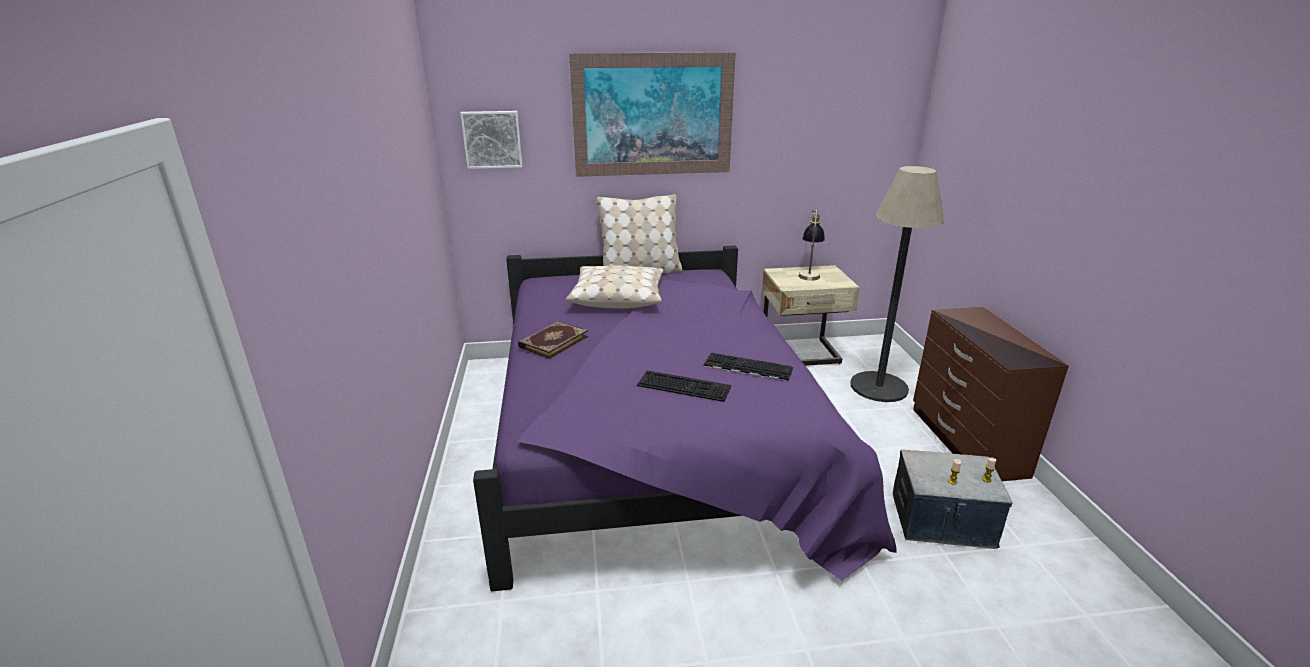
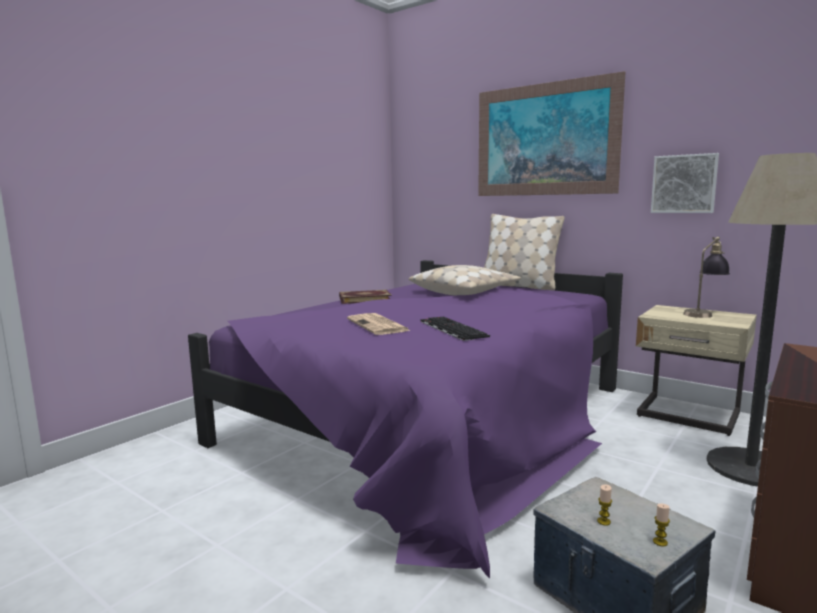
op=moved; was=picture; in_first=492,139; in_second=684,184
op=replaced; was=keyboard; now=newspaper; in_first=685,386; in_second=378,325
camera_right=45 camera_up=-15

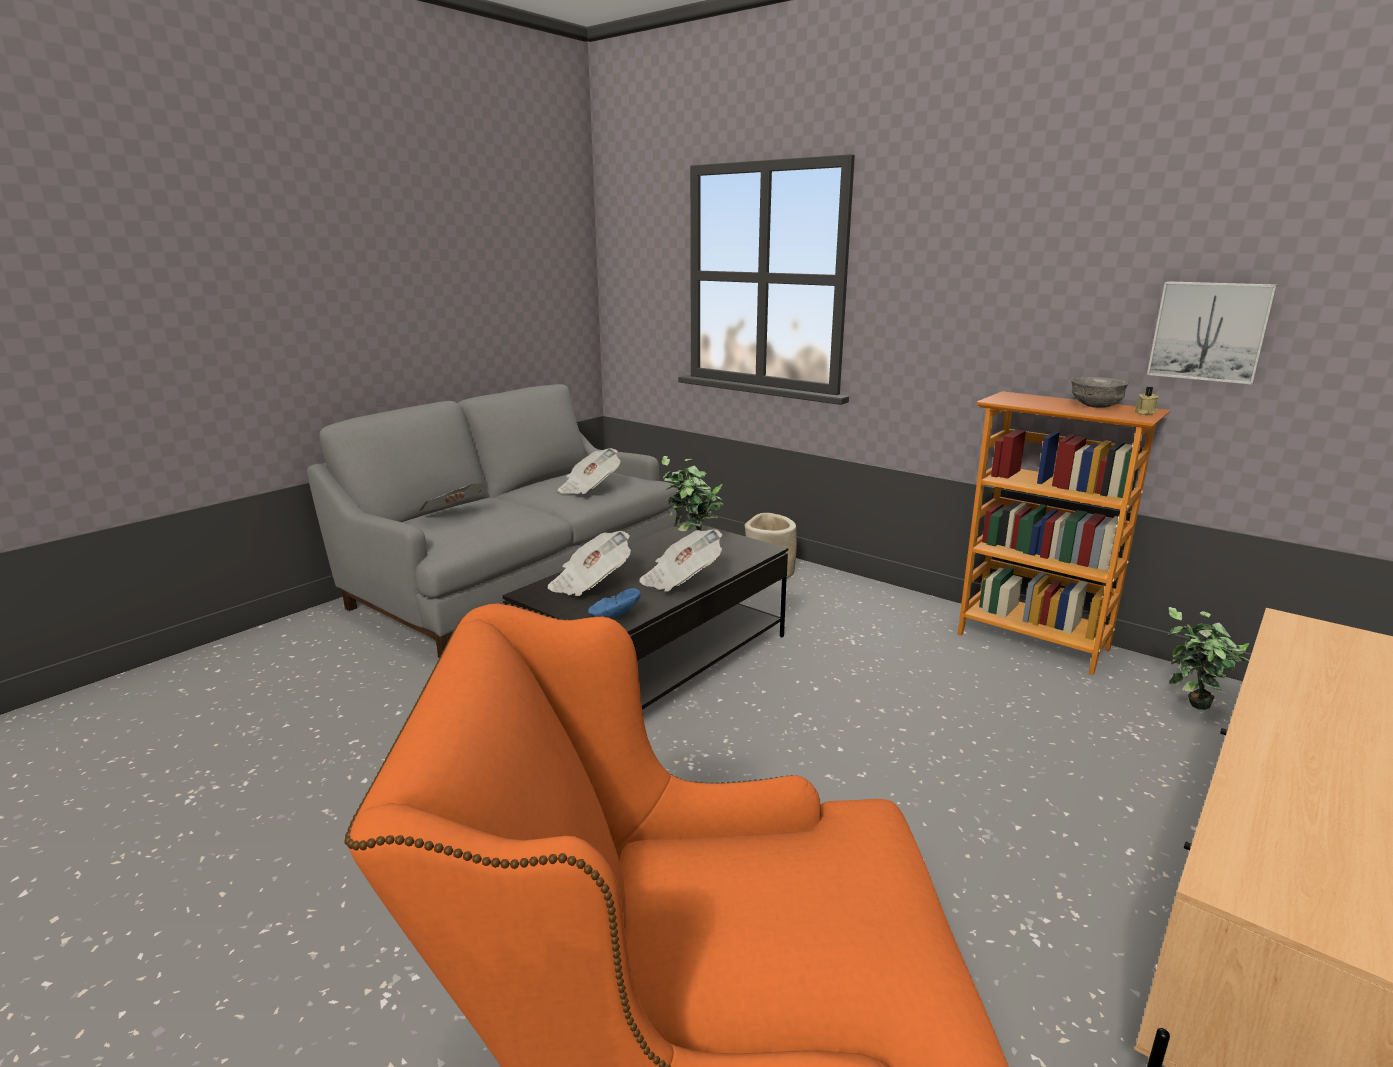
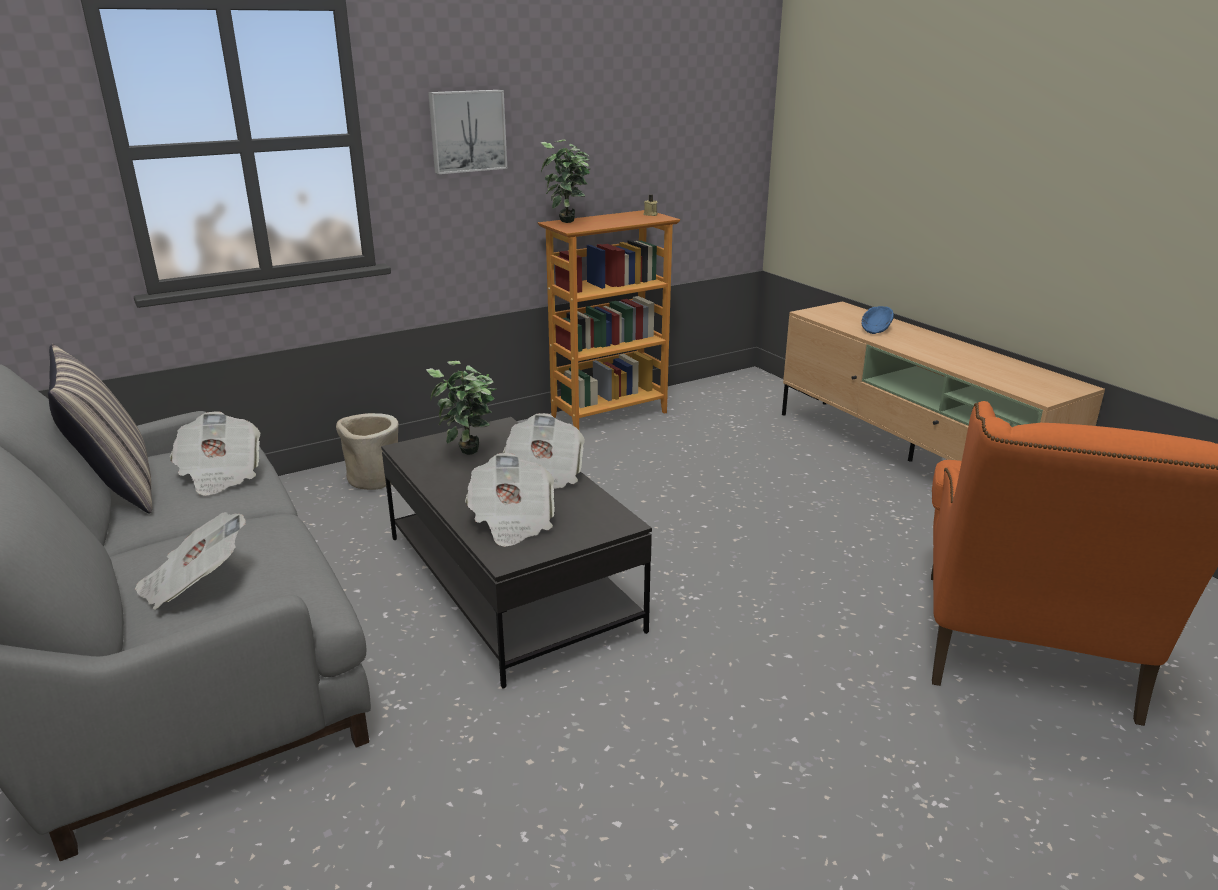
op=moved; was=bowl (blue); in_first=614,615; in_second=874,330
op=removed; was=bowl (grey); in_first=1096,405
op=moved; was=picture; in_first=1209,331; in_second=467,131
op=moved; was=potted plant; in_first=1190,709; in_second=568,223
op=added; now=pillow; in_second=117,488
camera_right=-70 camera_up=5

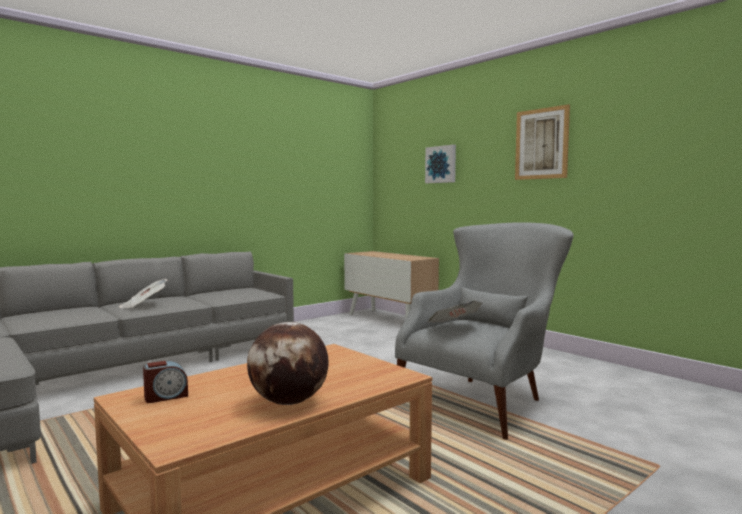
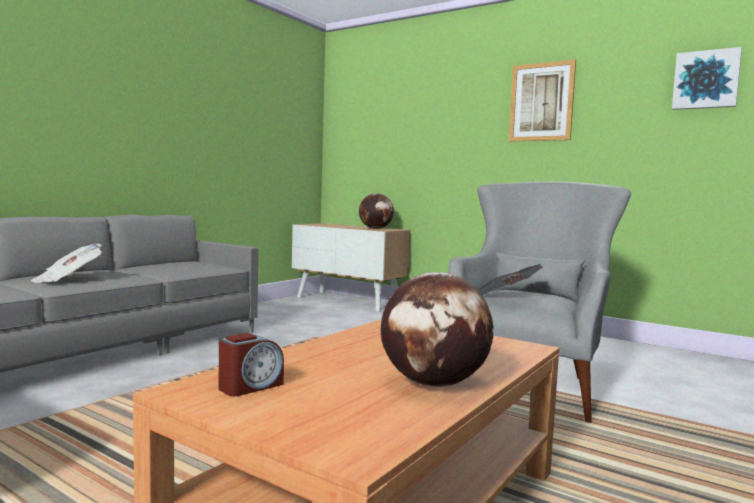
op=moved; was=picture; in_first=441,164; in_second=706,80
op=added; now=globe; in_second=376,229
camera_right=-15 camera_up=0

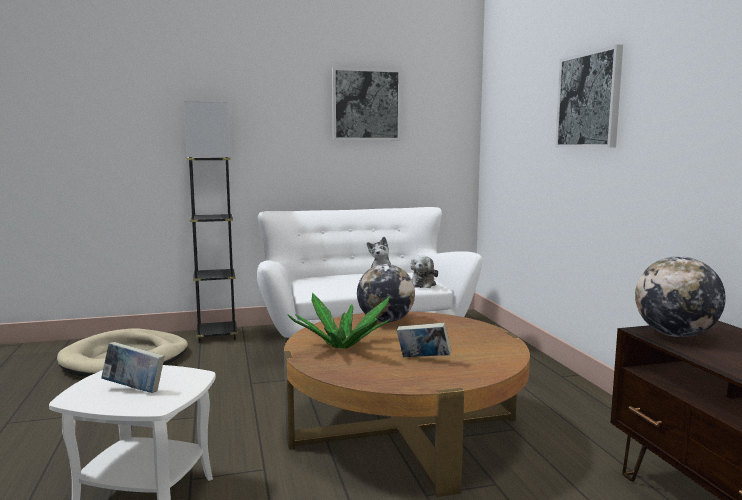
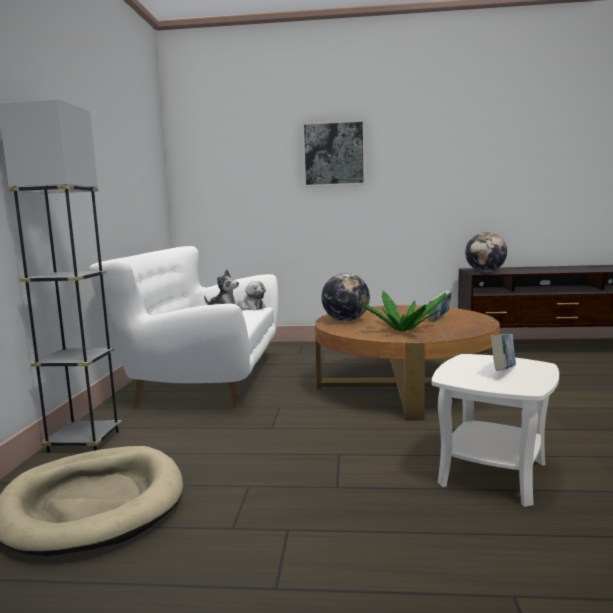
op=removed; was=picture; in_first=366,104
camera_right=-70 camera_up=0

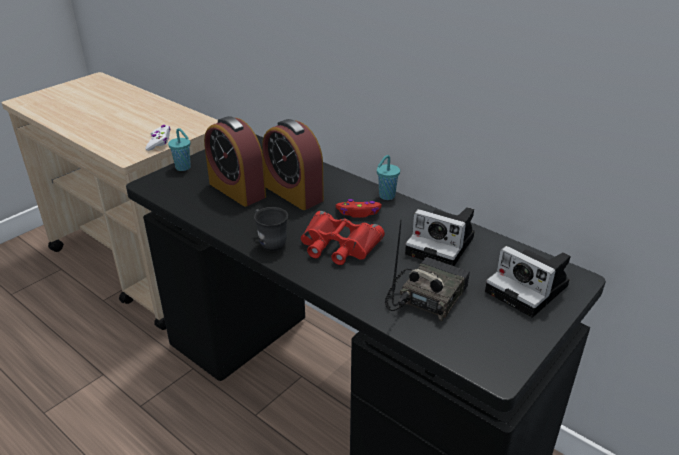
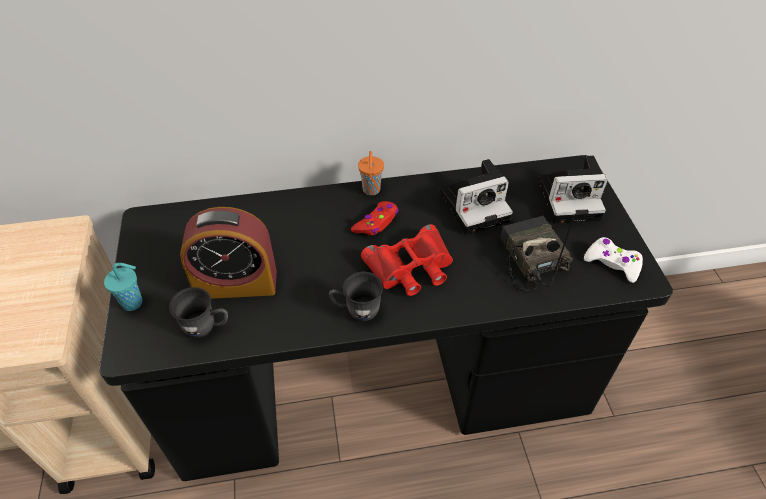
op=moved; was=game controller (white); in_first=159,142; in_second=612,263
op=removed; was=alarm clock; in_first=293,193
op=recoloured; was=cup (turquoise); now=cup (orange); in_first=386,196; in_second=371,190
op=added; now=mug (grey); in_second=207,328
camera_right=-50 camera_up=15

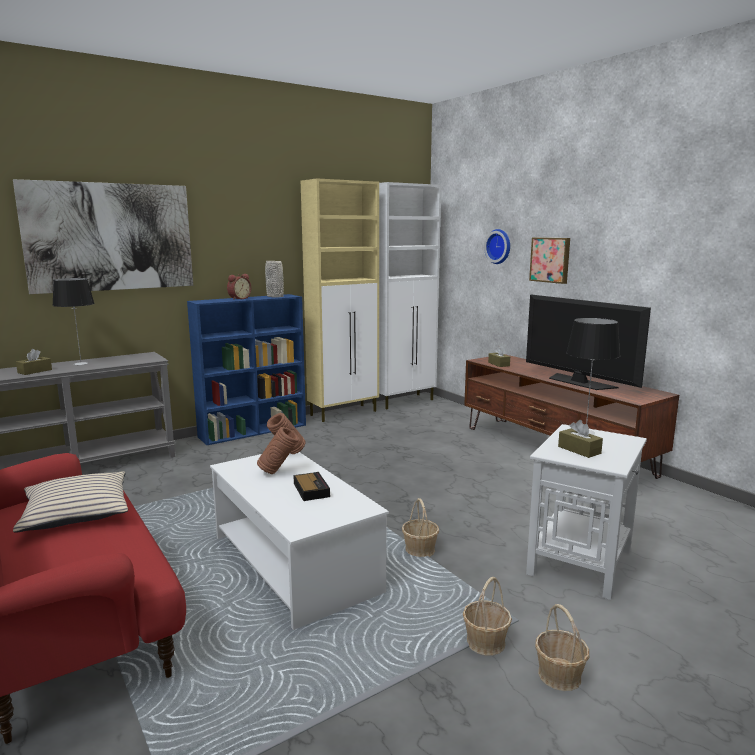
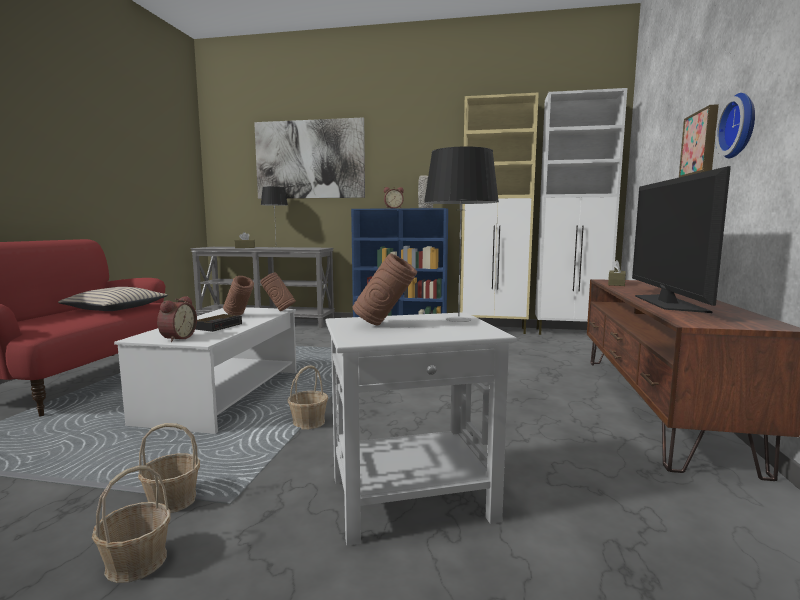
op=moved; was=wall clock; in_first=499,246; in_second=741,126
op=replaced; was=tissue box (brown); now=vase (brown); in_first=579,450; in_second=384,325
op=added; now=alarm clock; in_second=177,338
camera_right=45 camera_up=-5

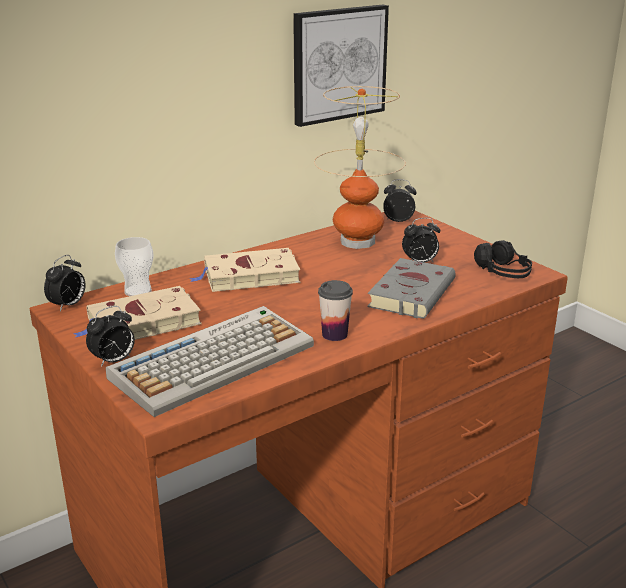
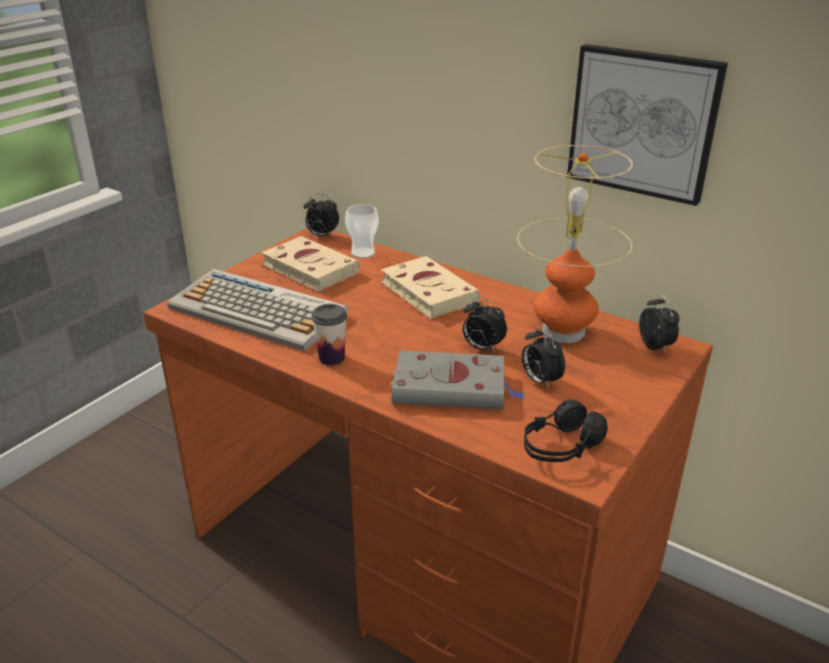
op=moved; was=alarm clock; in_first=114,361; in_second=482,348
camera_right=70 camera_up=5

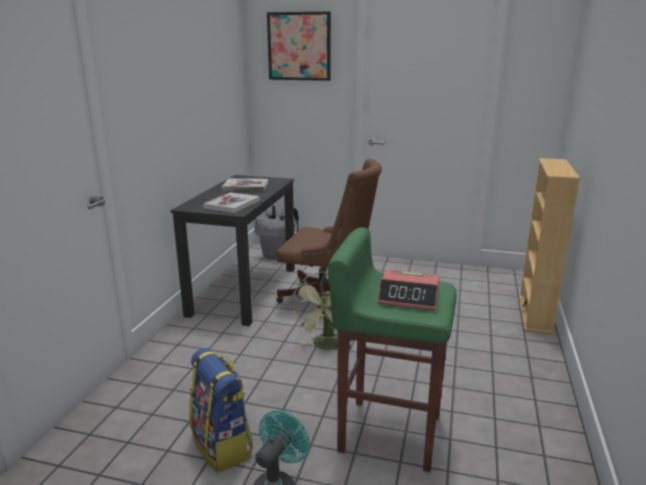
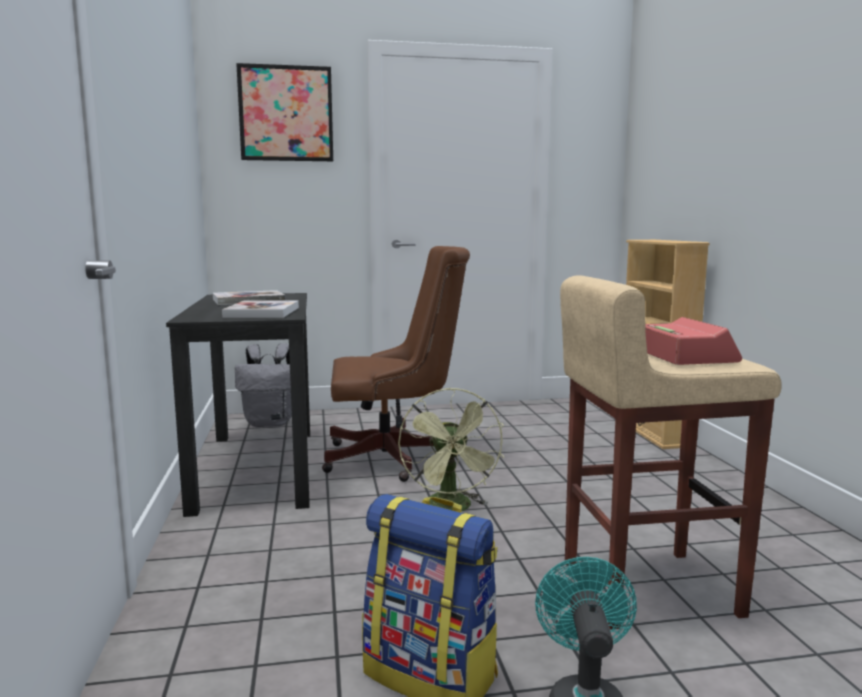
op=recoloured; was=stool (green); now=stool (beige); in_first=388,432; in_second=645,587
op=turned; was=alarm clock; in_first=409,298; in_second=685,356; clockwise=-90
camera_right=-25 camera_up=-10

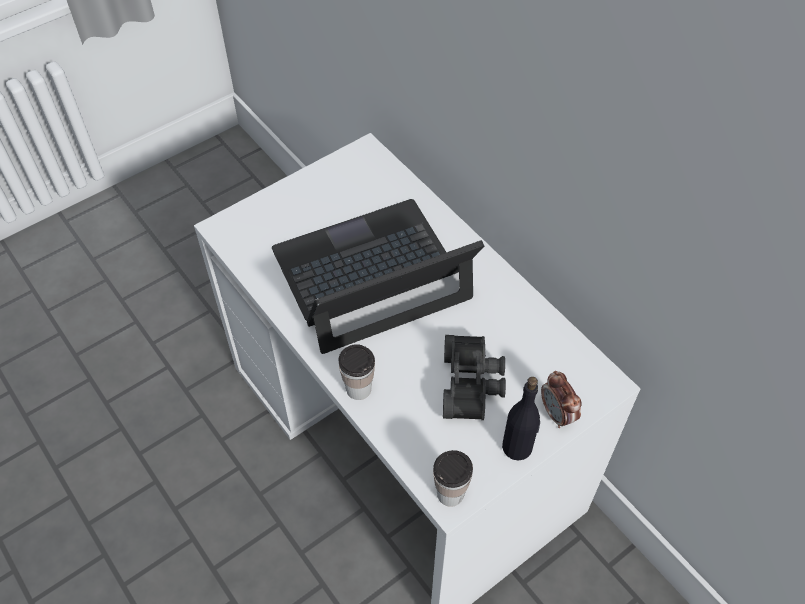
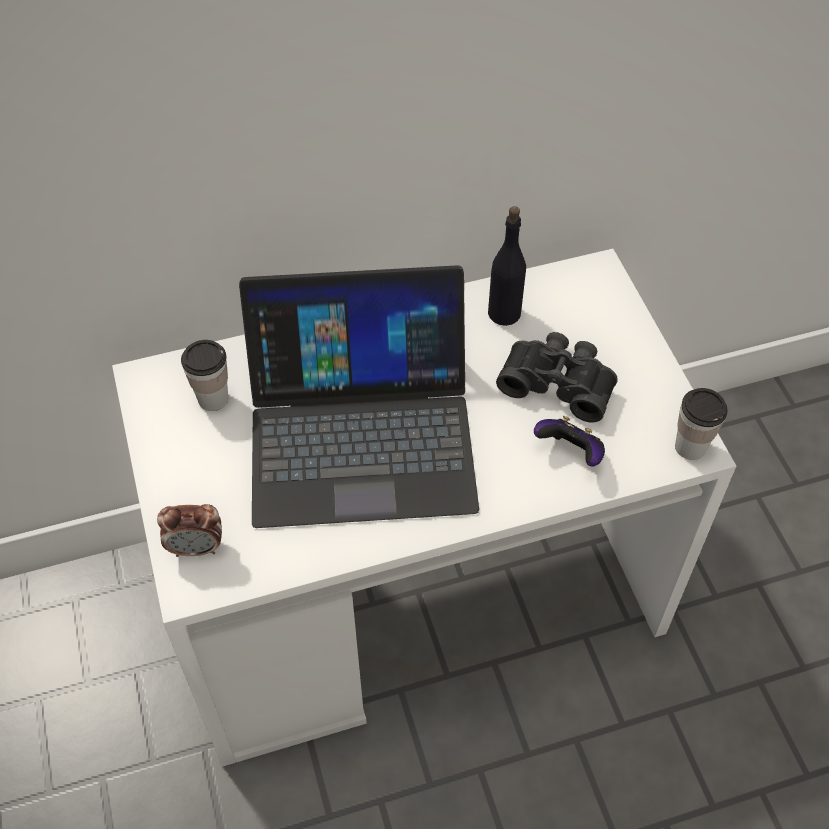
op=turned; was=laptop; in_first=372,276; in_second=361,433; clockwise=-90
op=moved; was=cup; in_first=358,389; in_second=213,398
op=moved; was=bottle (black); in_first=517,447; in_second=504,313
op=moved; was=alarm clock; in_first=557,414; in_second=197,548
op=added; now=game controller; in_second=570,453
camera_right=-70 camera_up=0

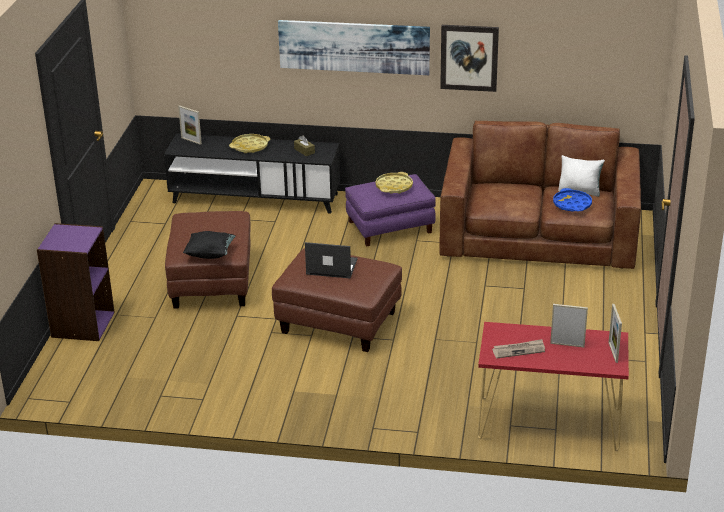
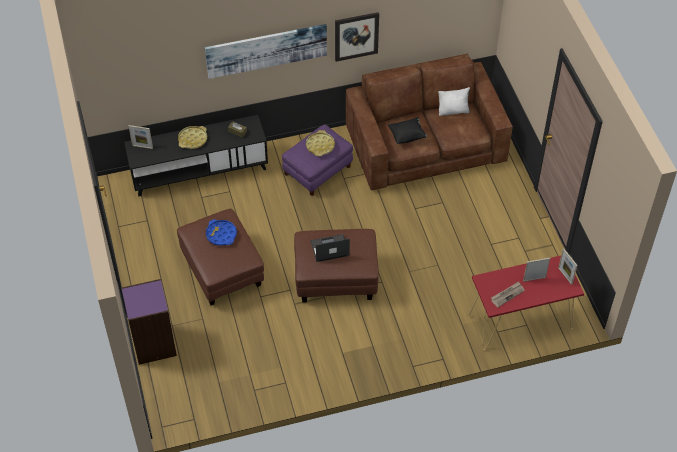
op=moved; was=pillow (black); in_first=210,254; in_second=407,136
op=moved; was=tray (blue); in_first=572,204; in_second=221,235
camera_right=-25 camera_up=20

